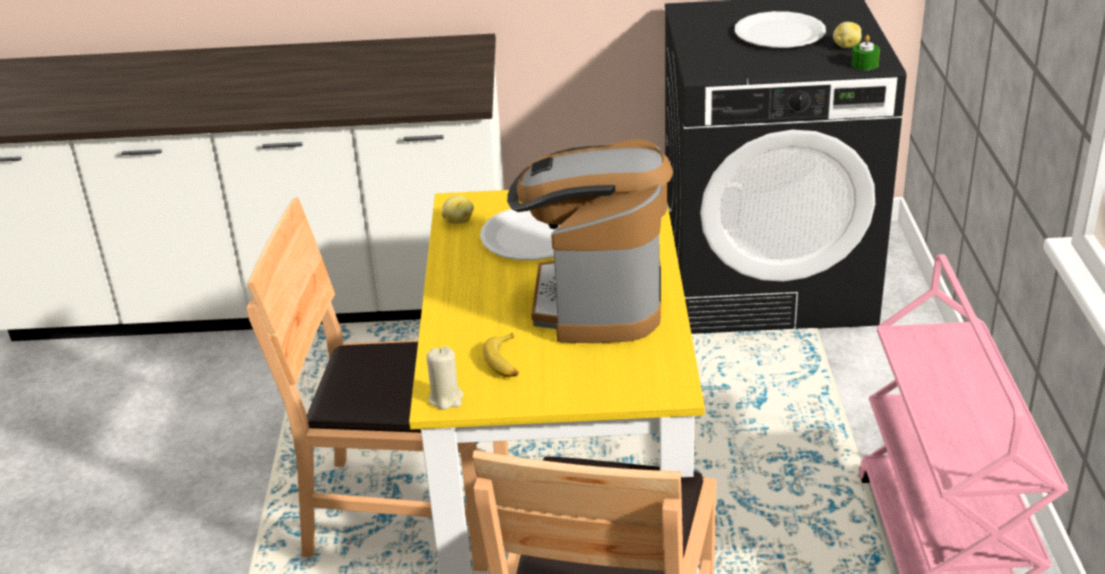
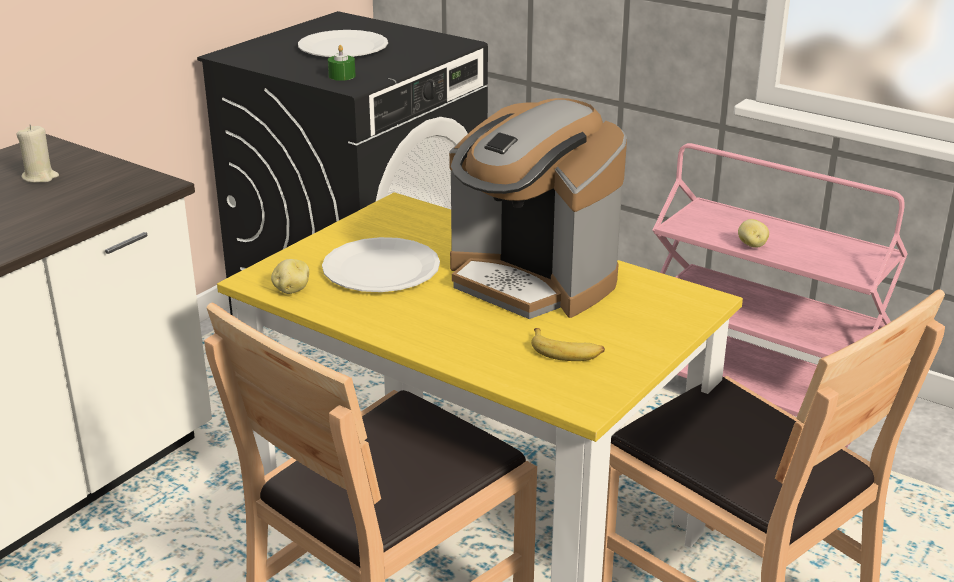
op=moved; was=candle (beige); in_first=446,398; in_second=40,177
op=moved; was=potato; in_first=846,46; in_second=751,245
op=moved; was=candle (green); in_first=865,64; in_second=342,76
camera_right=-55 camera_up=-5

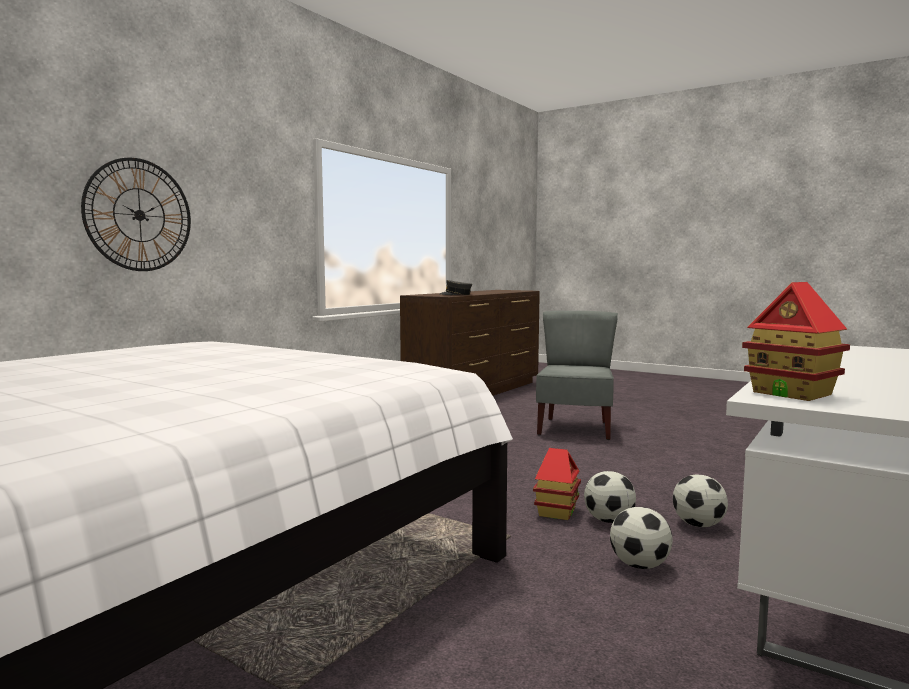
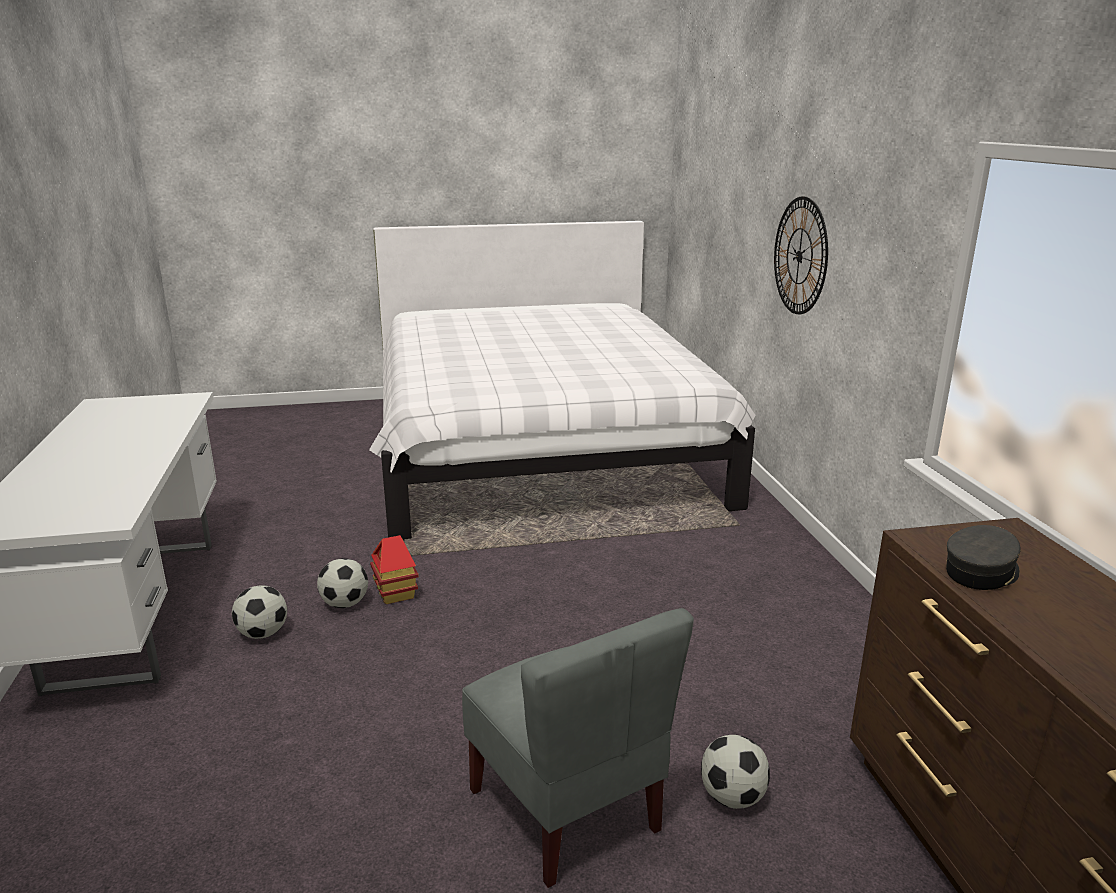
op=moved; was=football; in_first=639,565; in_second=732,797
op=removed; was=toy house; in_first=792,393
camera_right=135 camera_up=15

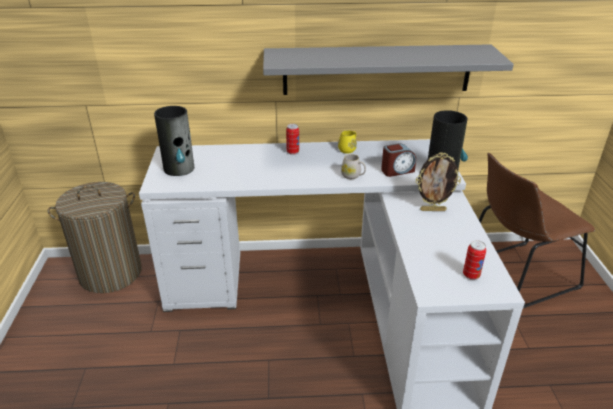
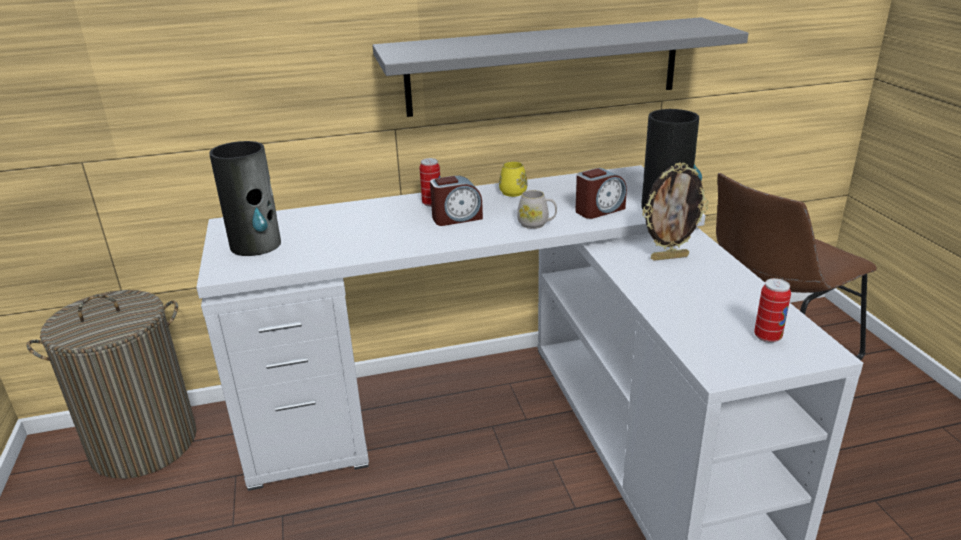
op=added; now=alarm clock; in_second=456,218
camera_right=-10 camera_up=-5

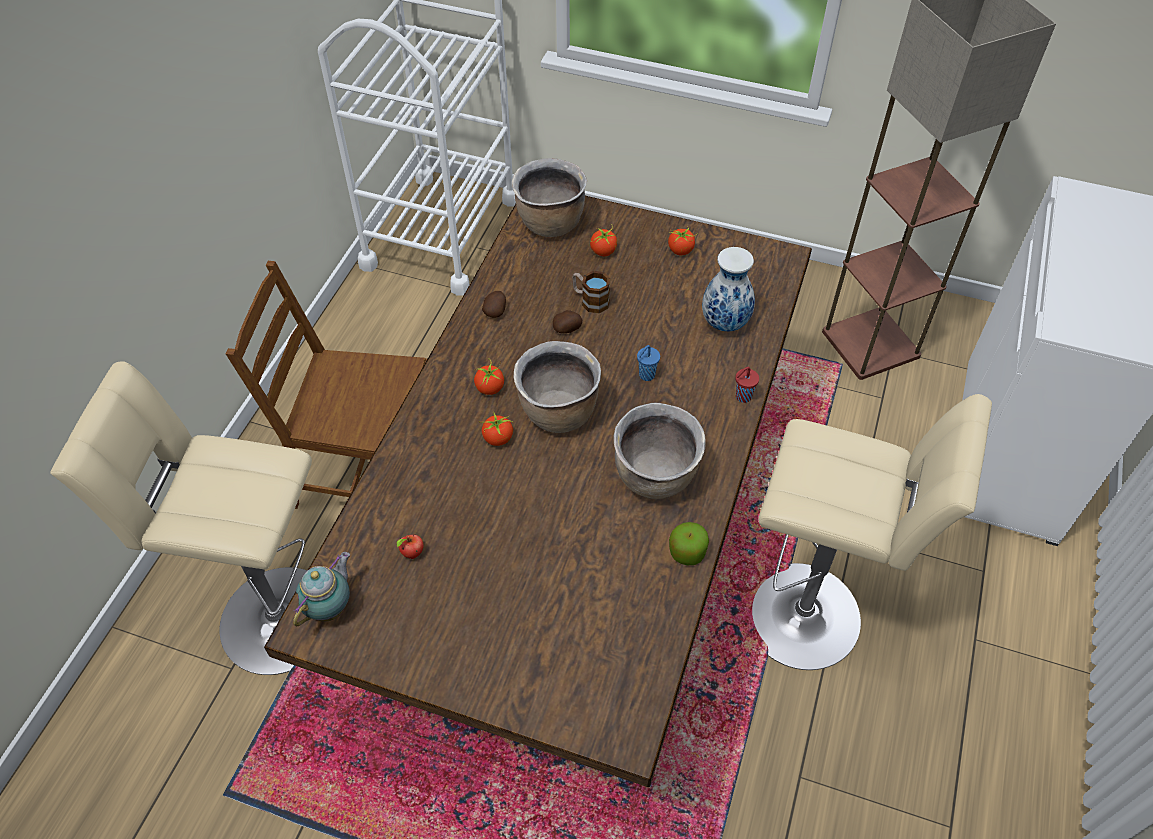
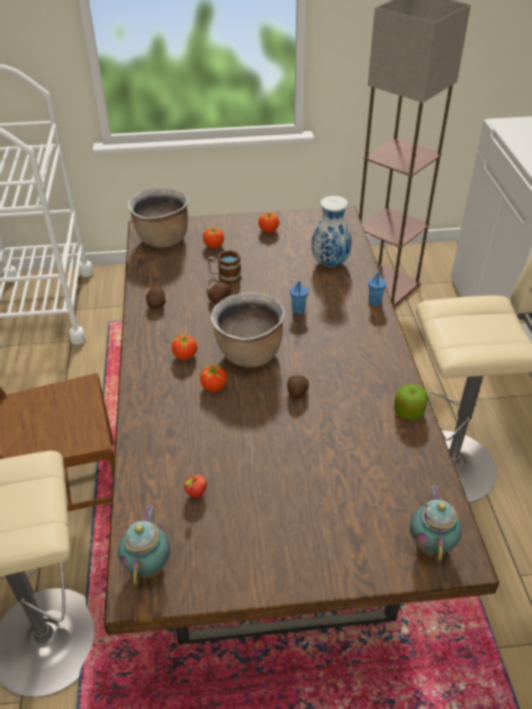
op=removed; was=cooking pot (brown); in_first=655,477
op=recoloured; was=cup (red); now=cup (blue); in_first=742,397; in_second=374,302
op=added; now=potato; in_second=297,393
op=added; now=teapot; in_second=431,543
camera_right=-25 camera_up=-10

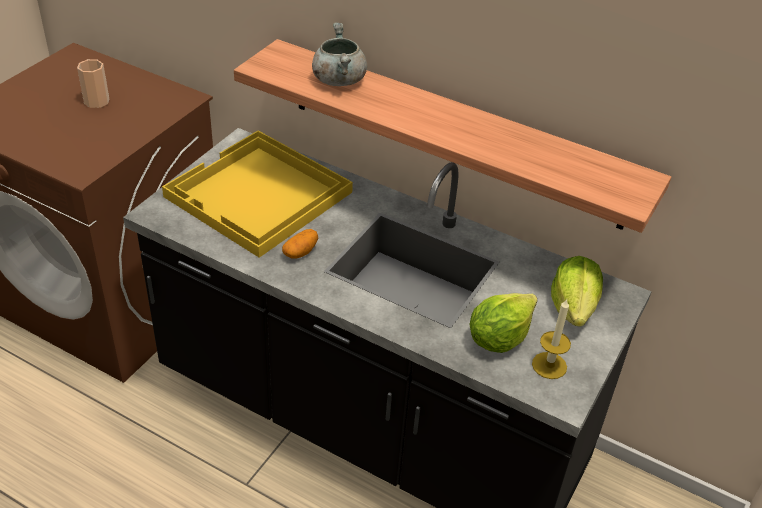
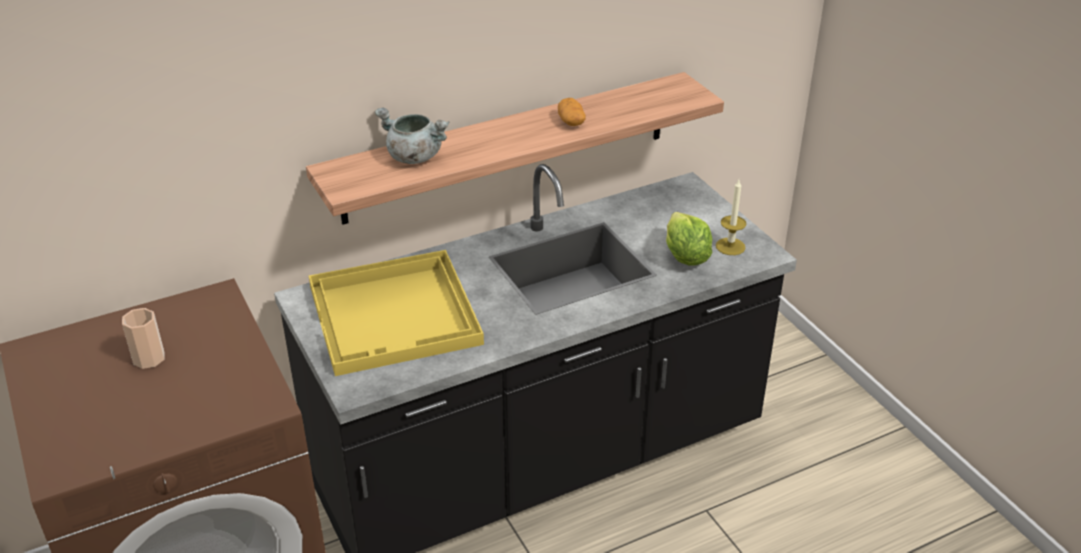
op=moved; was=potato; in_first=300,252; in_second=571,122
op=removed; was=lettuce; in_first=573,307
camera_right=-55 camera_up=-5

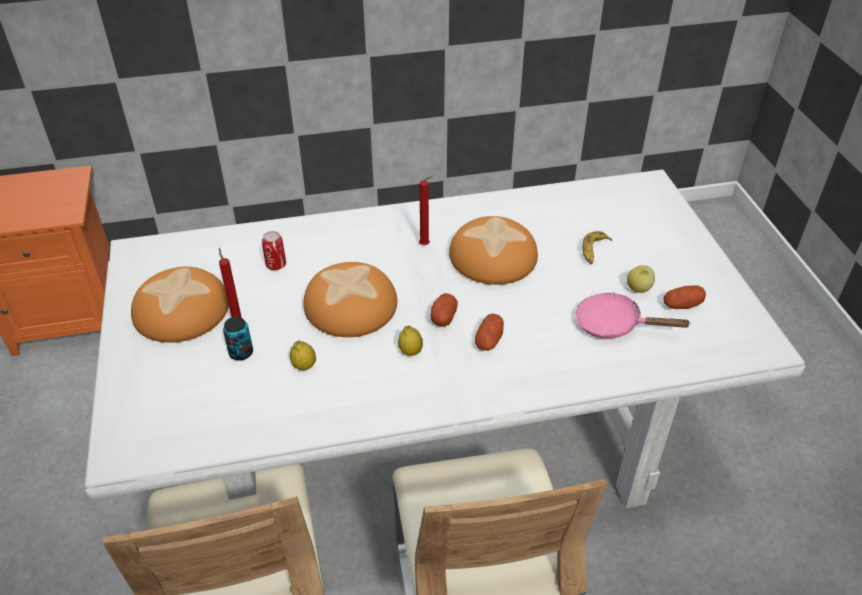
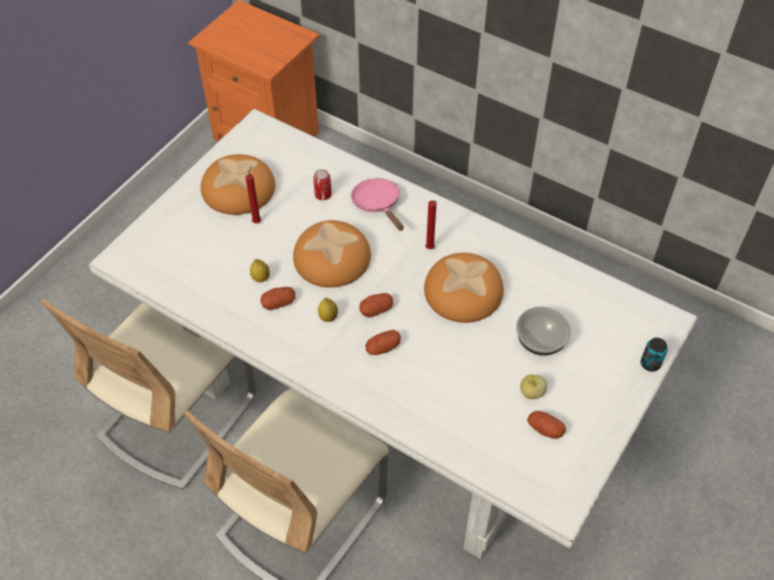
op=moved; was=can; in_first=241,353; in_second=650,364
op=moved; was=frying pan (pink); in_first=614,324; in_second=378,204
op=replaced; was=banana; now=bowl; in_first=594,251; in_second=540,341
op=added; now=potato; in_second=279,303
camera_right=45 camera_up=10

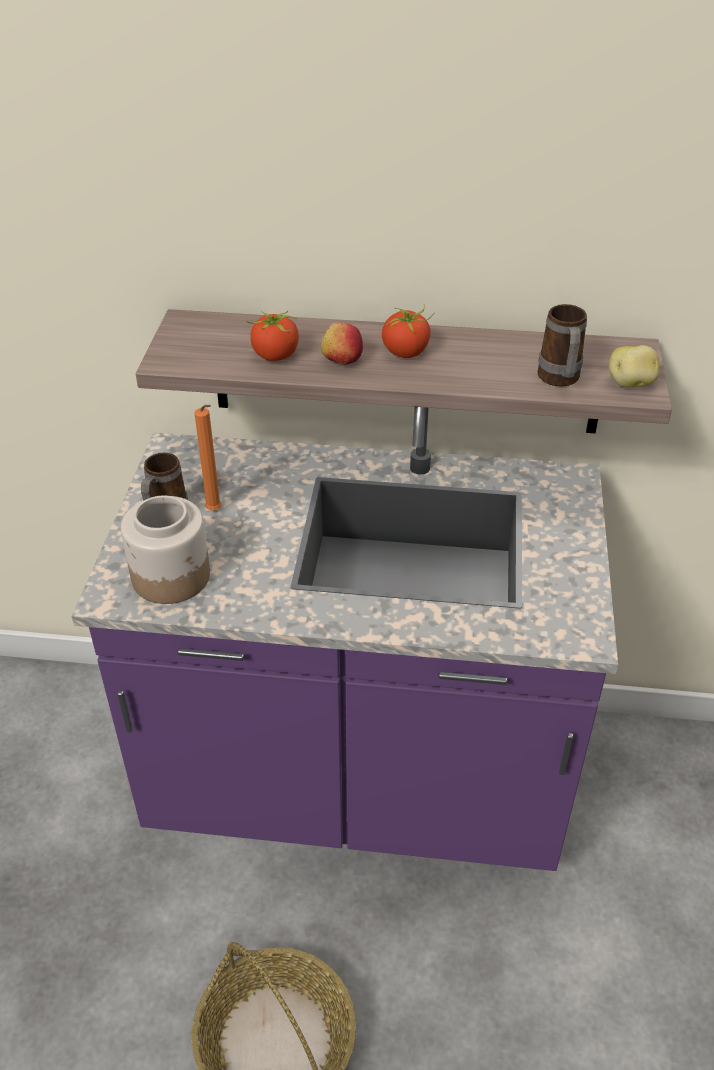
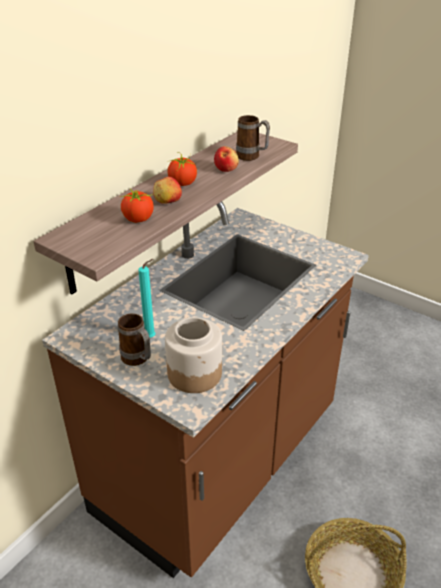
op=recoloured; was=counter (purple); now=counter (brown); in_first=357,786; in_second=220,463
op=recoloured; was=candle (orange); now=candle (turquoise); in_first=215,512; in_second=152,337
op=removed; was=potato; in_first=631,384
op=added; now=apple; in_second=226,169
camera_right=-60 camera_up=-5

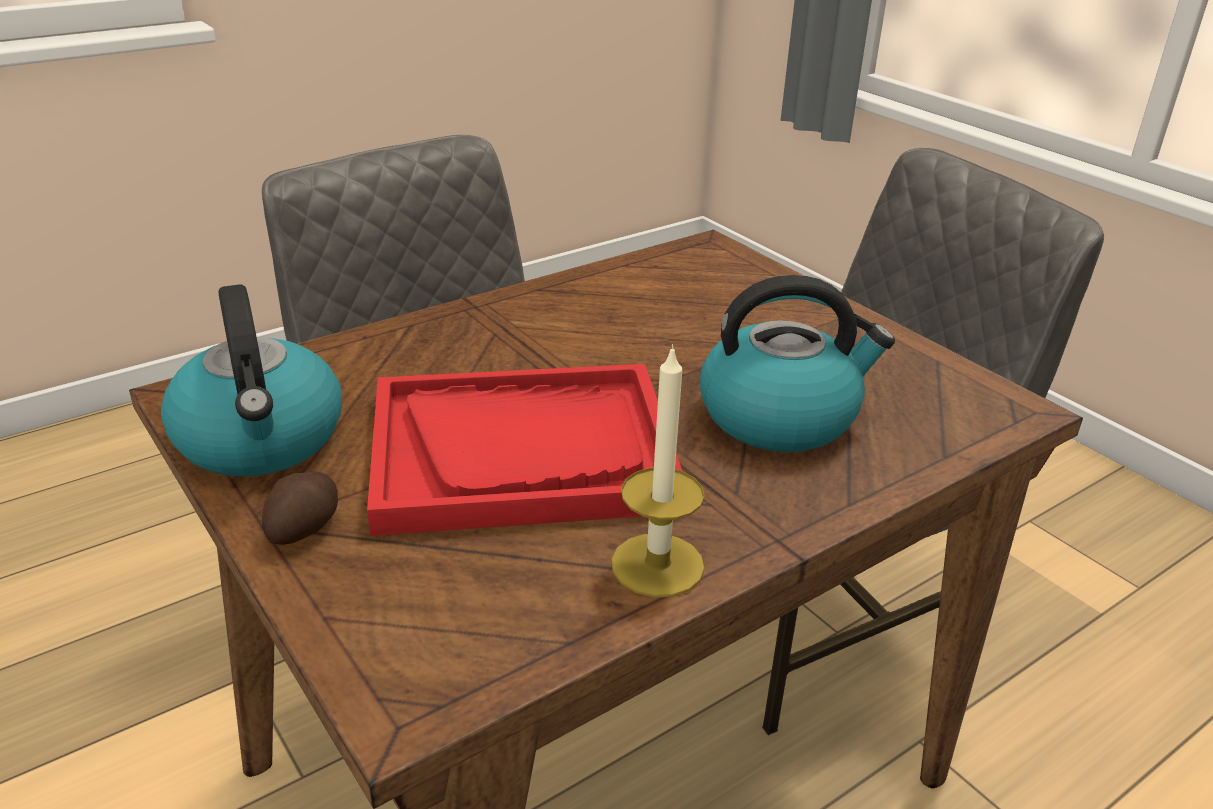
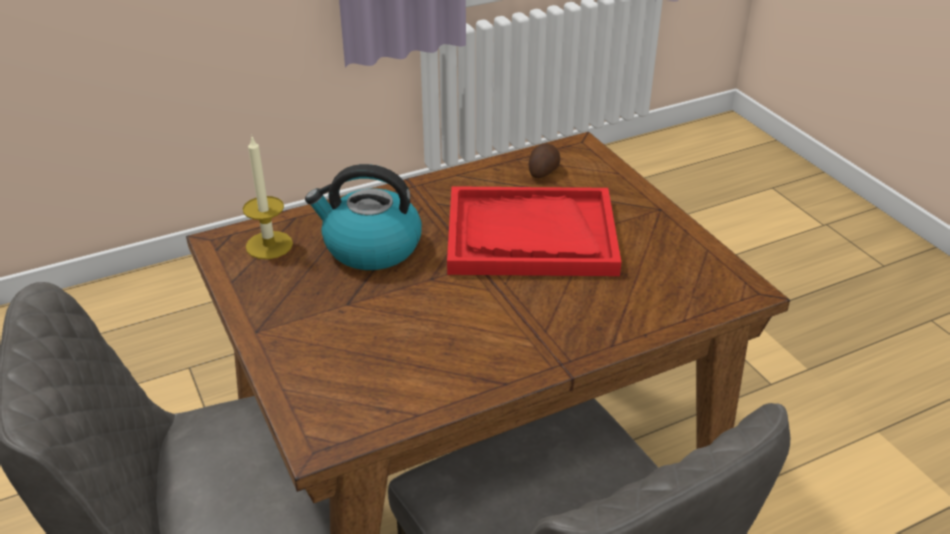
op=removed; was=kettle; in_first=261,440
op=moved; was=potato; in_first=306,527; in_second=542,171
op=moved; was=candle; in_first=657,565; in_second=269,245
camera_right=-170 camera_up=5

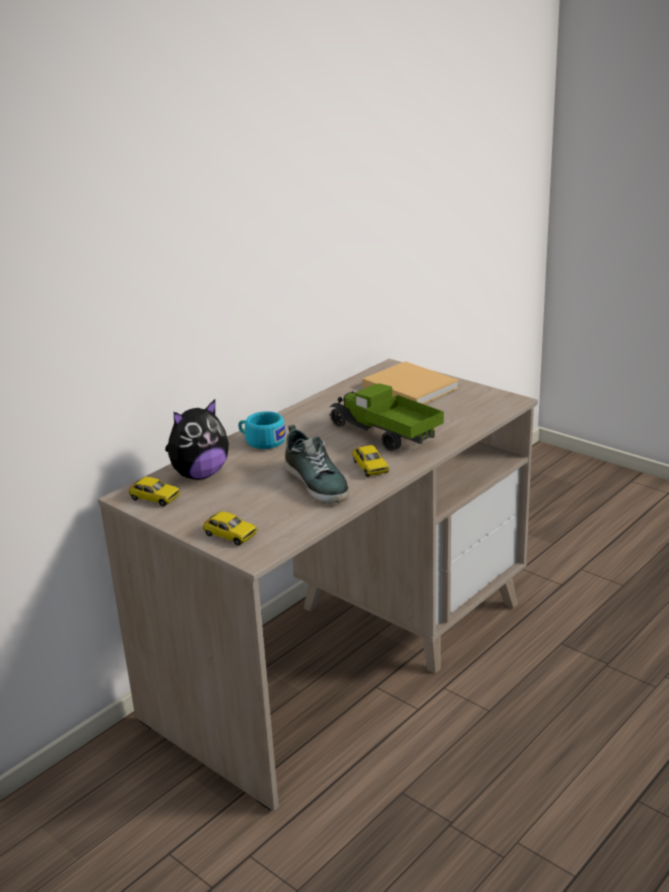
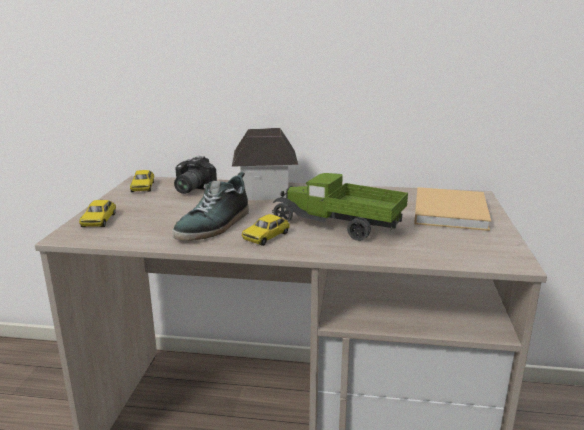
op=replaced; was=plush toy; now=photo camera; in_first=199,474; in_second=189,189
op=replaced; was=cup (turquoise); now=toy house; in_first=261,441; in_second=265,191
op=turned; was=toy truck; in_first=384,434; in_second=337,225; clockwise=-75
camera_right=55 camera_up=-5

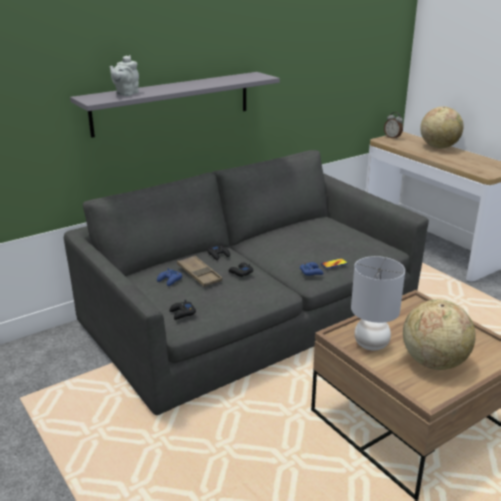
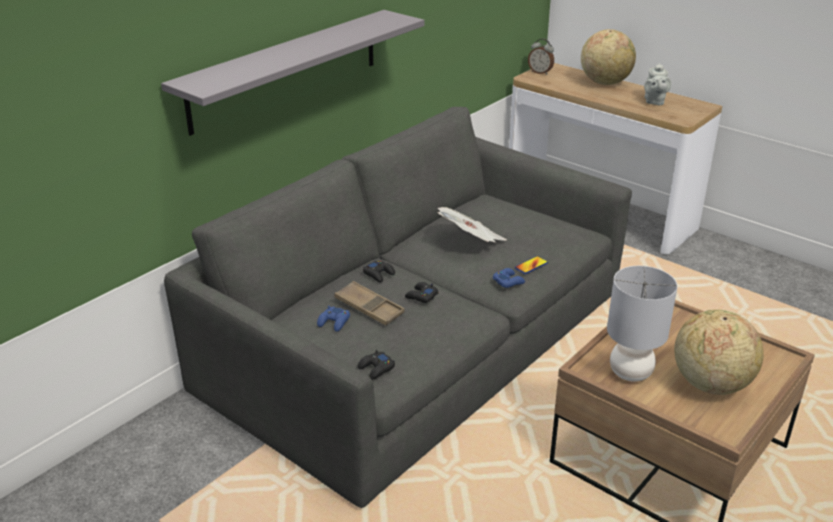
op=moved; was=teapot (grey); in_first=126,94; in_second=654,102
op=added; now=newspaper; in_second=471,241
camera_right=-15 camera_up=5

